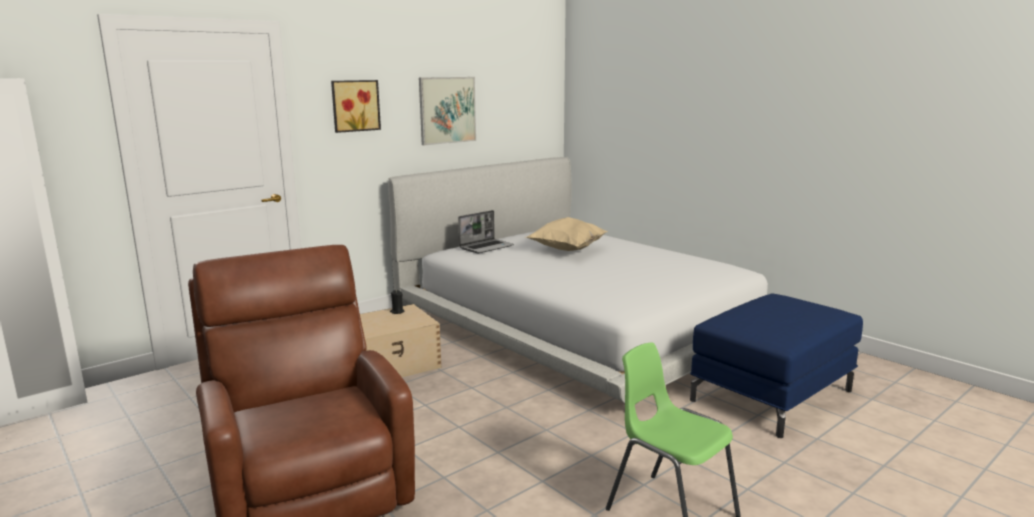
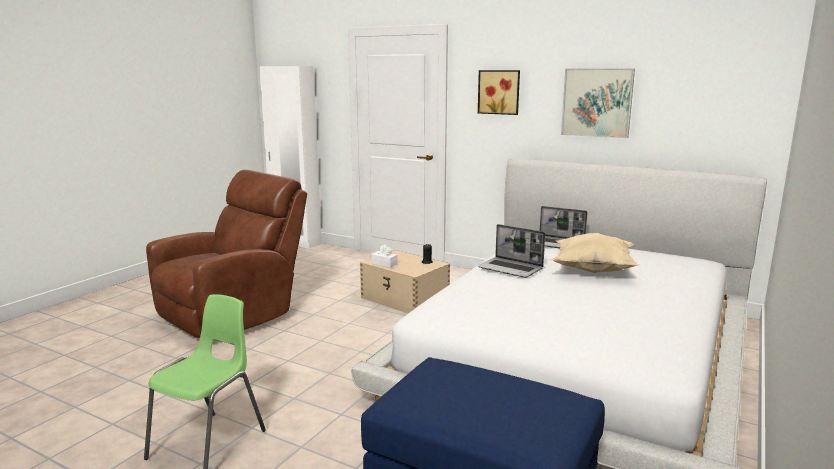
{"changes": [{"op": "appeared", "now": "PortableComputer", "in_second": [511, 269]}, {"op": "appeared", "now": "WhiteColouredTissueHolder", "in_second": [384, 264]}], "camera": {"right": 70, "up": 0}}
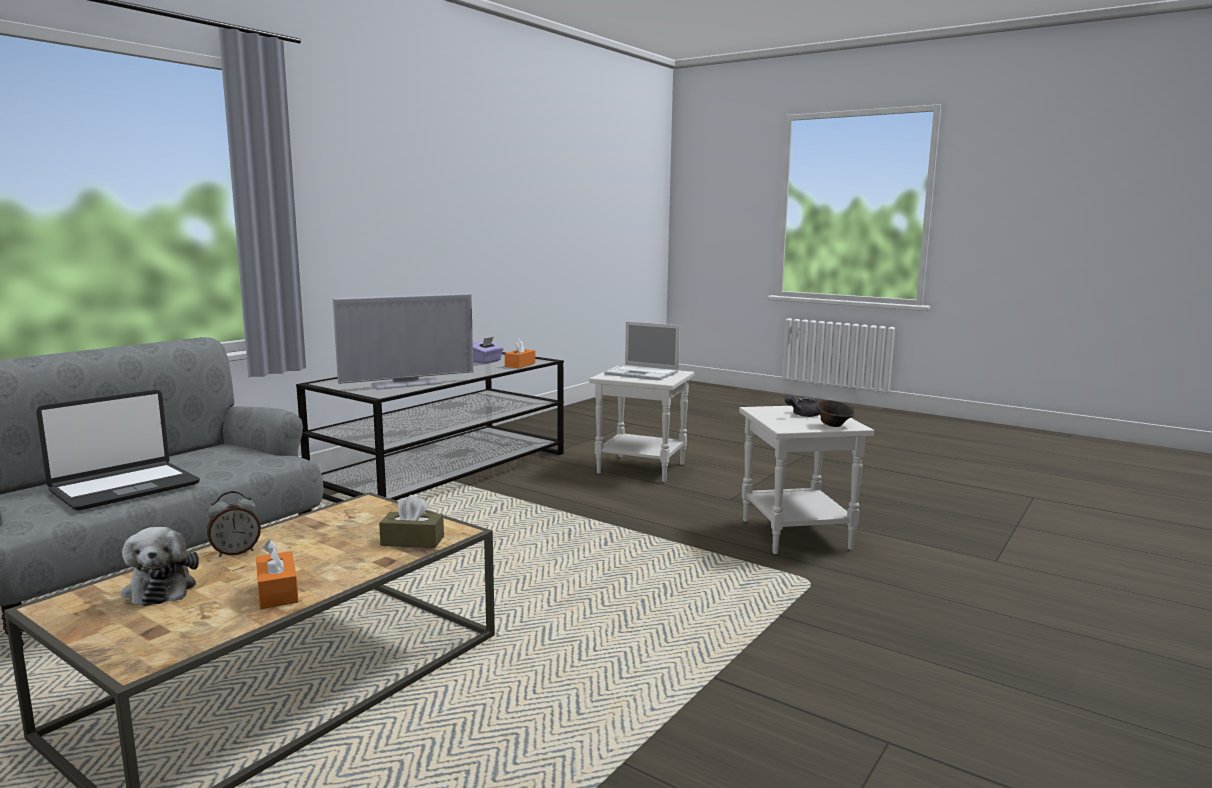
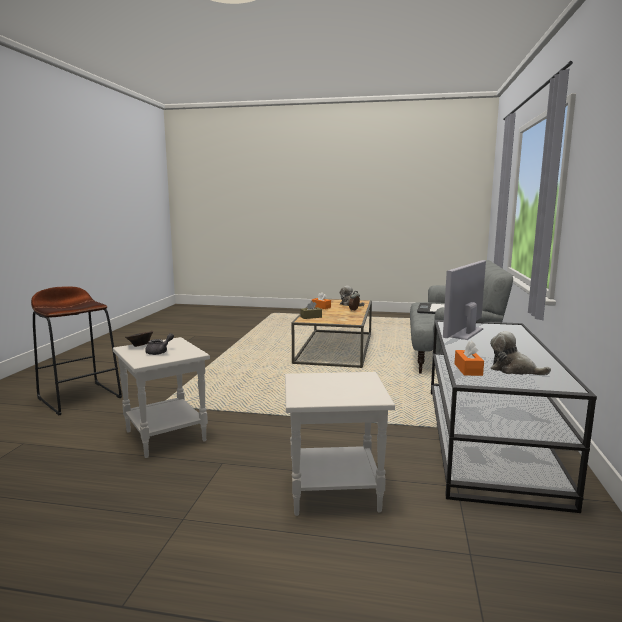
{"changes": [{"op": "missing", "was": "PortableComputer", "in_first": [643, 373]}, {"op": "exchanged", "was": "PurplishTissueHolder", "now": "PlushToy", "in_first": [487, 361], "in_second": [514, 370]}, {"op": "appeared", "now": "BrownColouredSittingStool", "in_second": [80, 398]}], "camera": {"right": 155, "up": 0}}
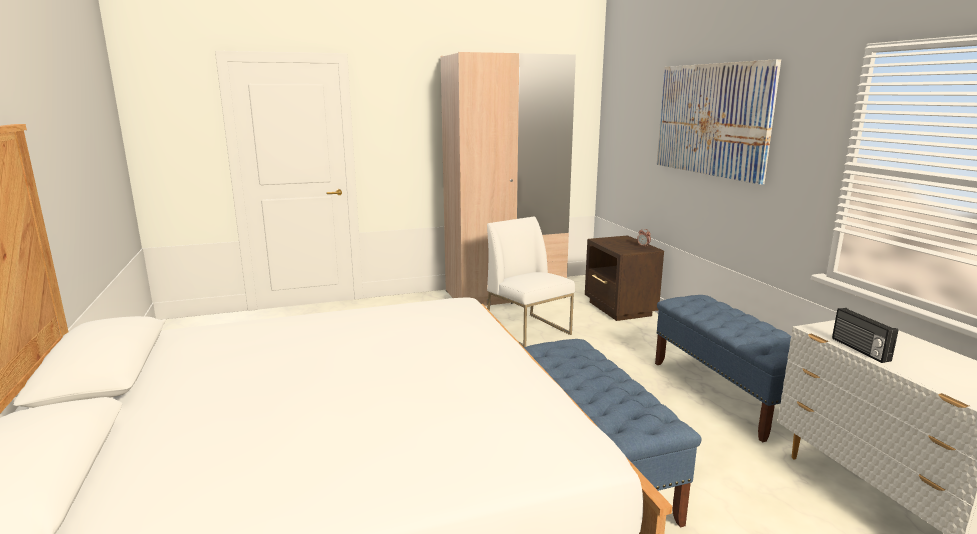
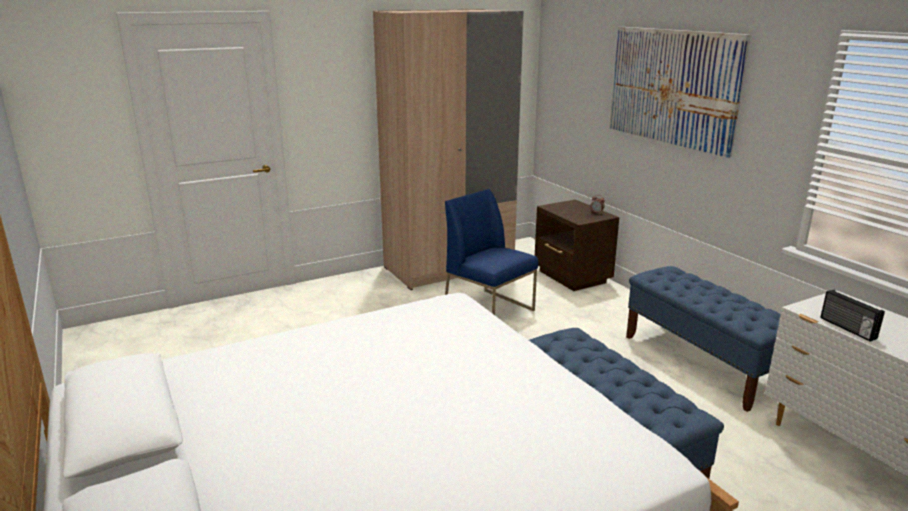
{"changes": [{"op": "colour", "was": "WhiteColouredPlainChair", "now": "BlueColouredPlainChair", "in_first": [529, 330], "in_second": [490, 309]}], "camera": {"right": -10, "up": 5}}
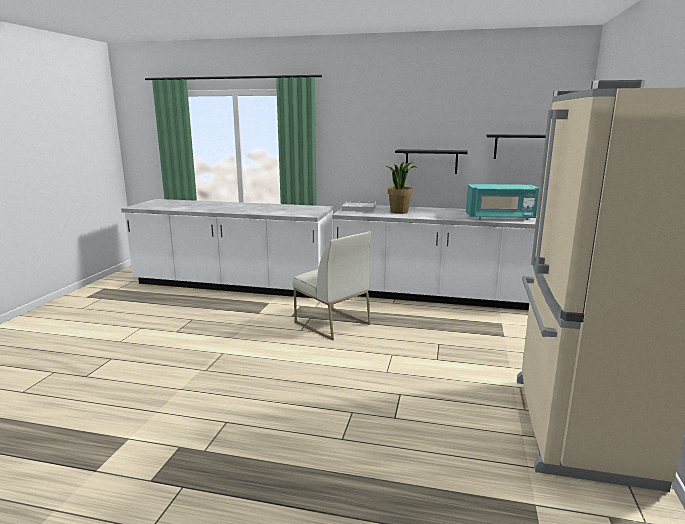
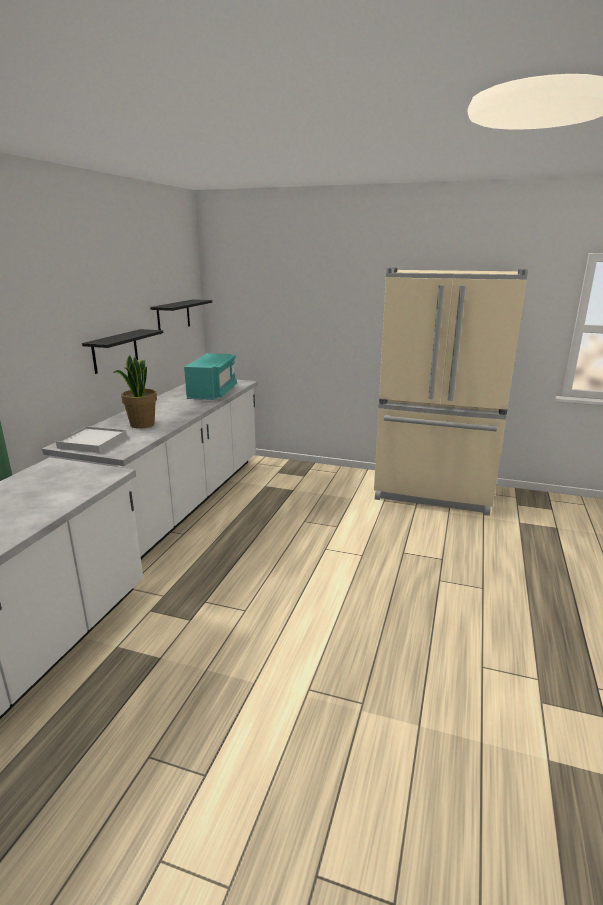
{"changes": [{"op": "missing", "was": "WhiteColouredPlainChair", "in_first": [331, 323]}], "camera": {"right": -85, "up": 5}}
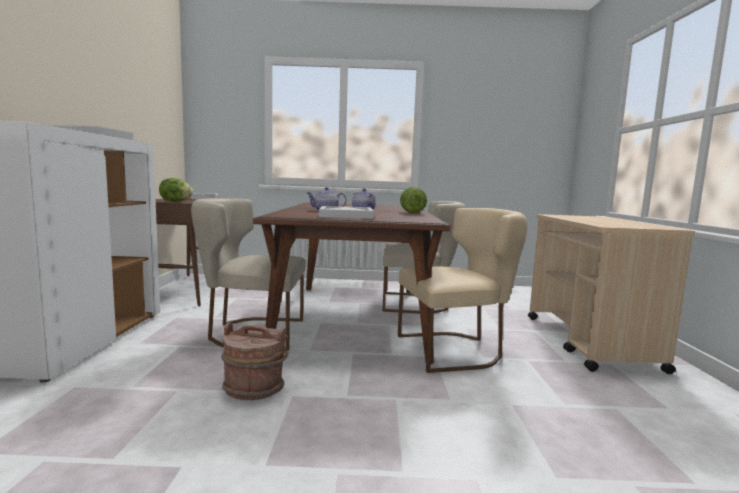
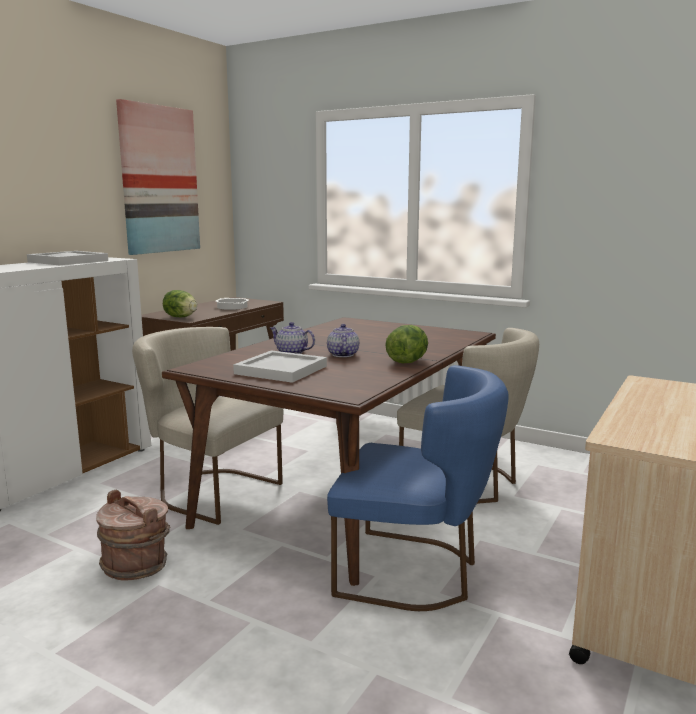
{"changes": [{"op": "colour", "was": "BeigeColouredPlainChair", "now": "BlueColouredPlainChair", "in_first": [456, 350], "in_second": [416, 572]}, {"op": "appeared", "now": "WallArt", "in_second": [159, 180]}], "camera": {"right": 30, "up": 5}}
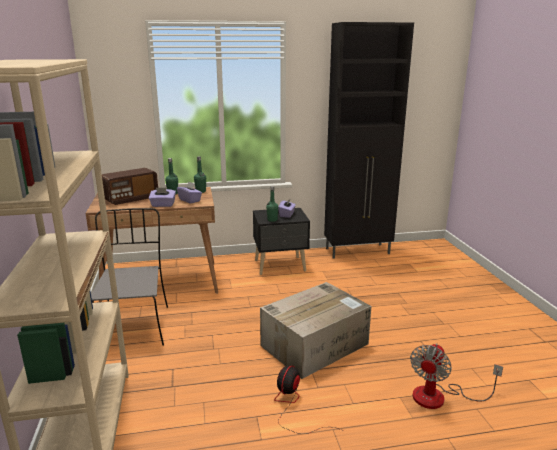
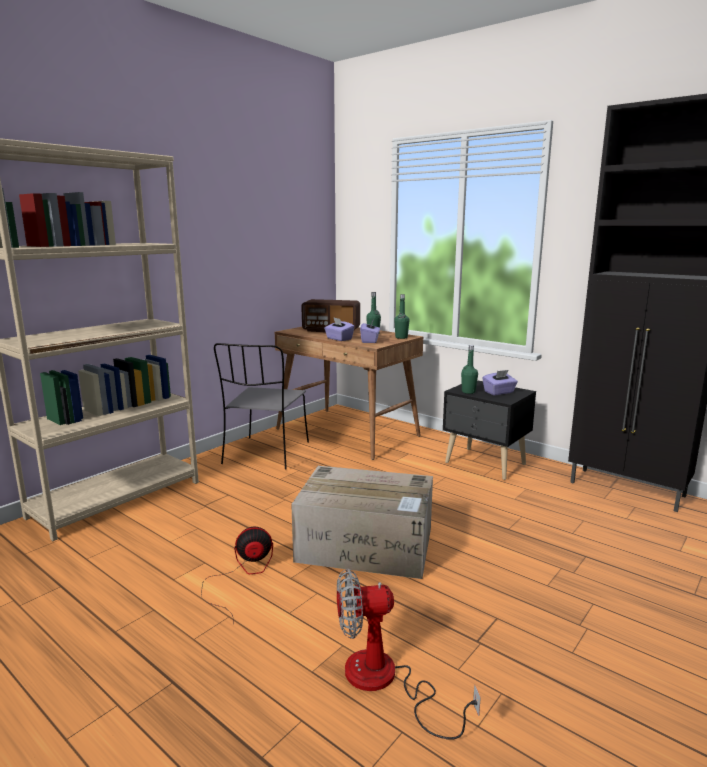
{"changes": [{"op": "spun", "was": "GreyPlainChair", "in_first": [134, 326], "in_second": [266, 454], "clockwise": 150}], "camera": {"right": 50, "up": -5}}
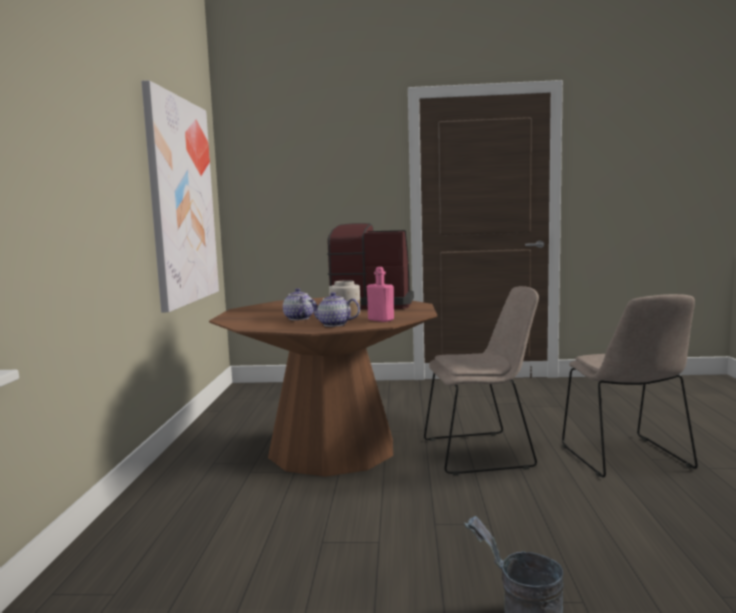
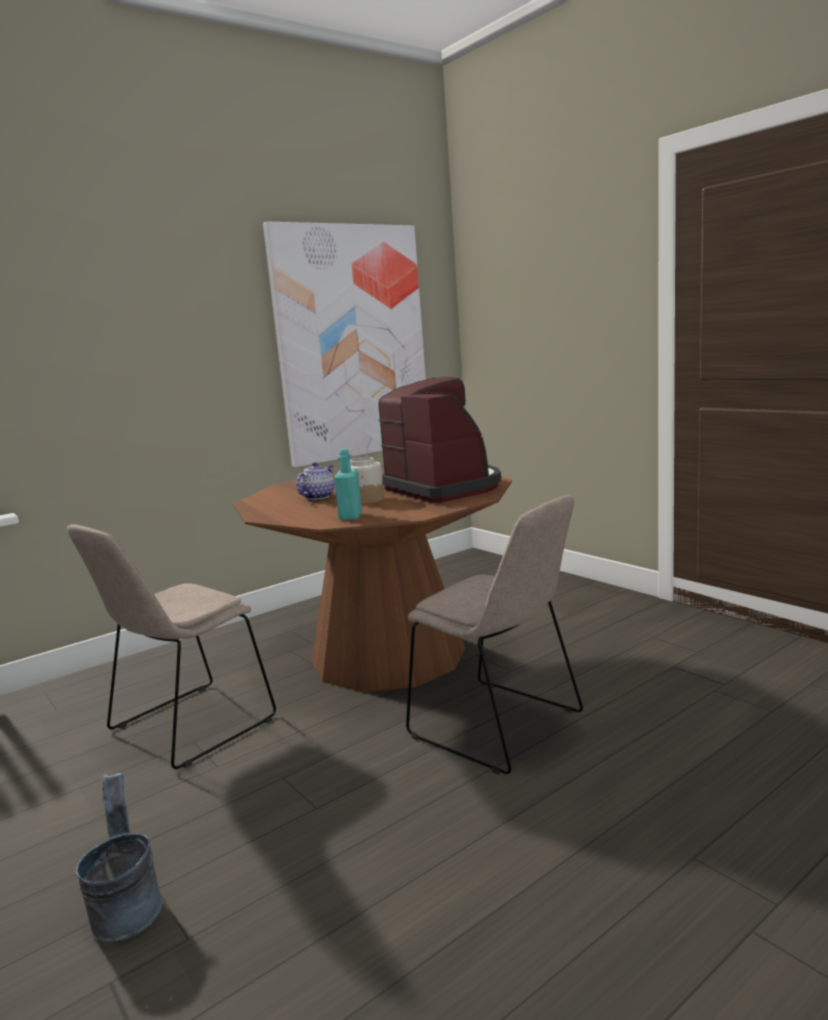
{"changes": [{"op": "colour", "was": "PinkBottle", "now": "TurquoiseColouredBottle", "in_first": [381, 320], "in_second": [350, 516]}, {"op": "missing", "was": "PotForTea", "in_first": [333, 324]}, {"op": "relocated", "was": "BeigeColouredPlainChair", "in_first": [627, 459], "in_second": [187, 727]}], "camera": {"right": 50, "up": 5}}
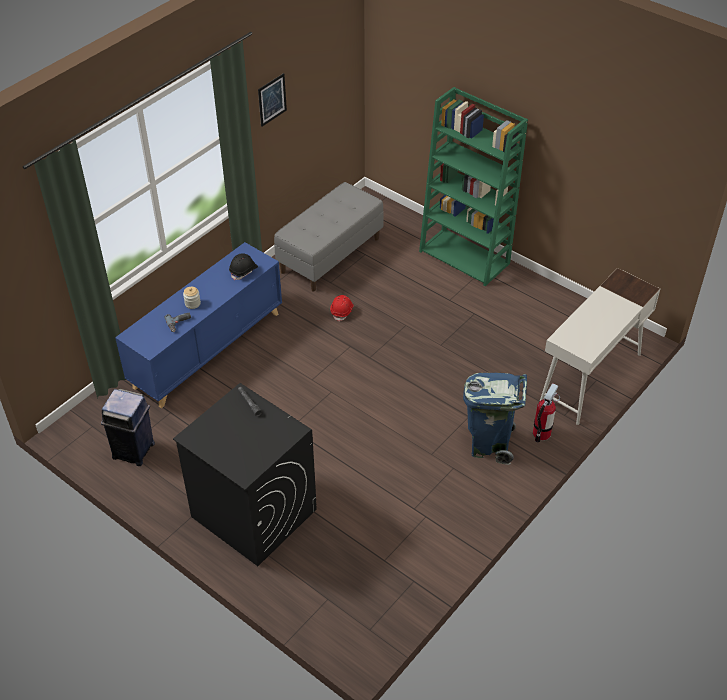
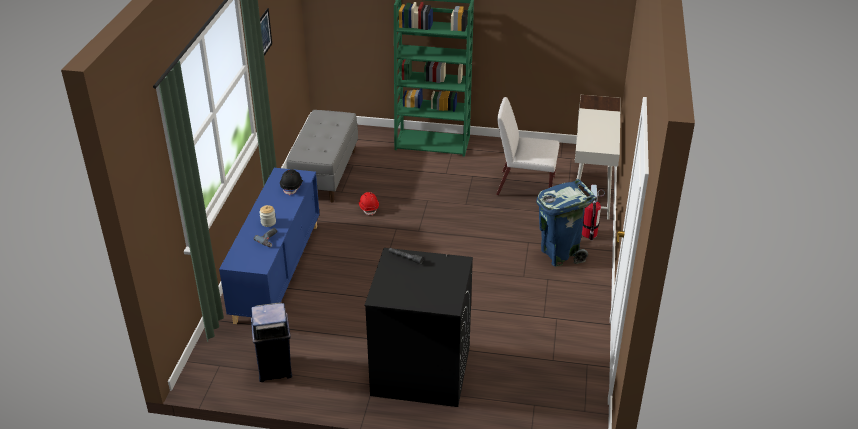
{"changes": [{"op": "appeared", "now": "WhiteColouredPlainChair", "in_second": [524, 186]}], "camera": {"right": -30, "up": -10}}
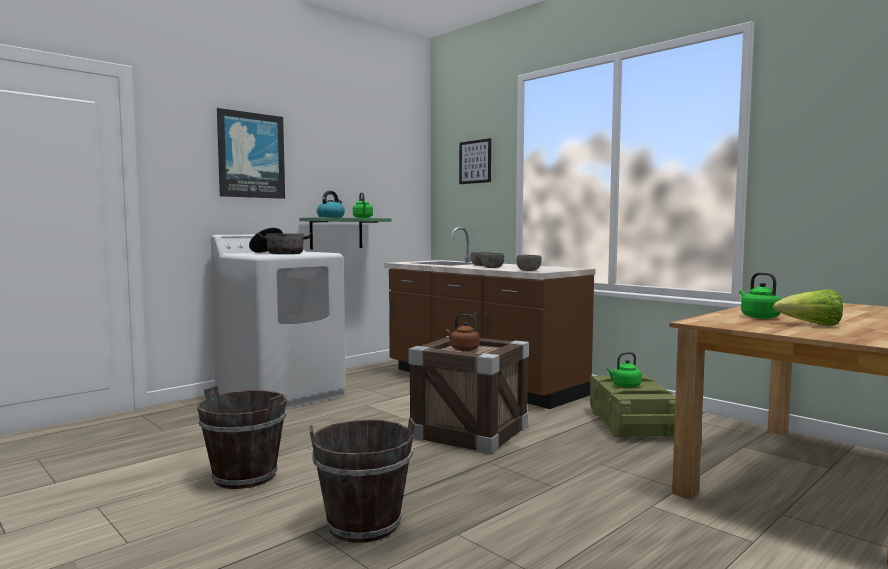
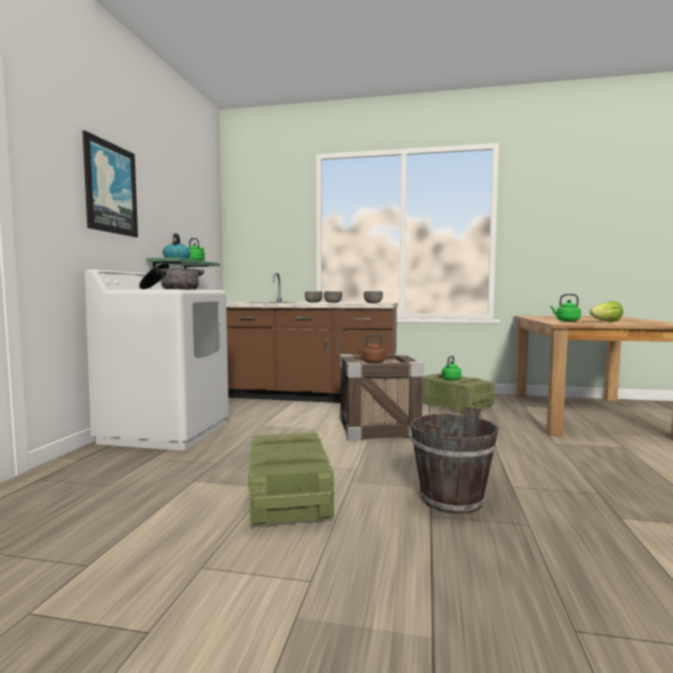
{"changes": [{"op": "missing", "was": "WallArt", "in_first": [475, 162]}, {"op": "exchanged", "was": "BrownColouredWaterBucket", "now": "PackingCrate", "in_first": [245, 476], "in_second": [287, 497]}], "camera": {"right": -35, "up": 0}}
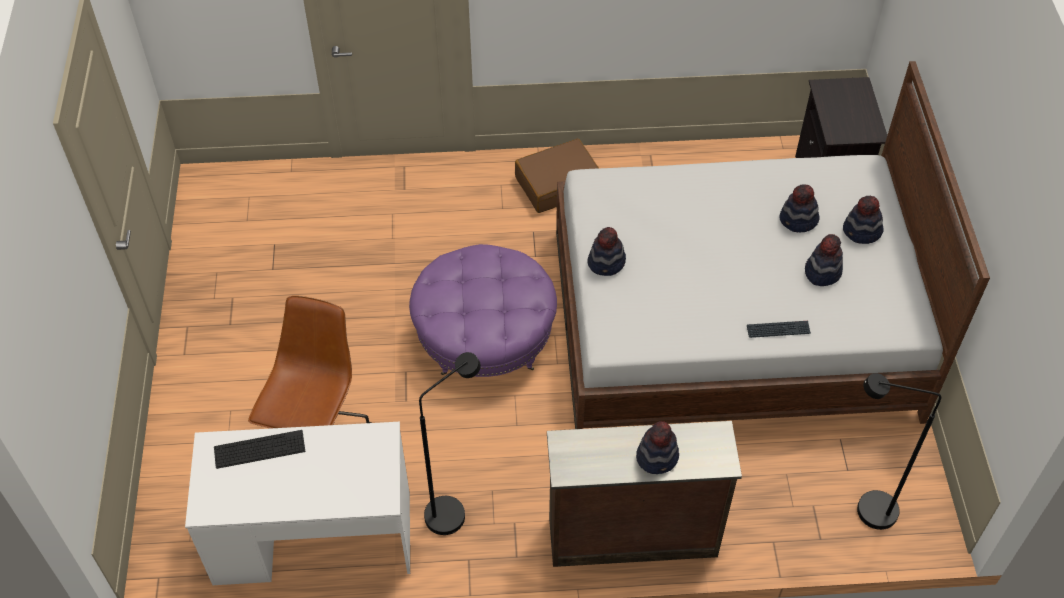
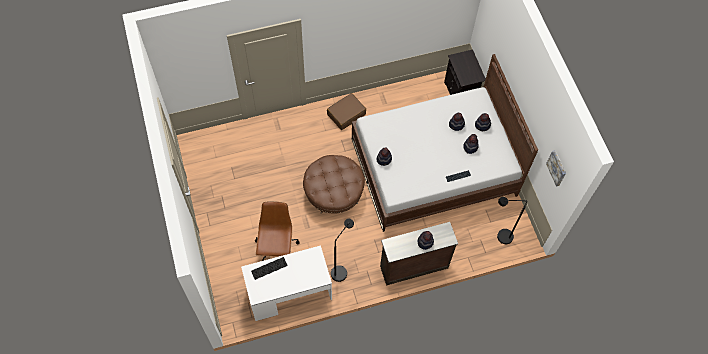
{"changes": [{"op": "colour", "was": "PurplishPouffe", "now": "BrownColouredPouffe", "in_first": [484, 336], "in_second": [333, 192]}, {"op": "appeared", "now": "WallArt", "in_second": [557, 168]}], "camera": {"right": -15, "up": 10}}
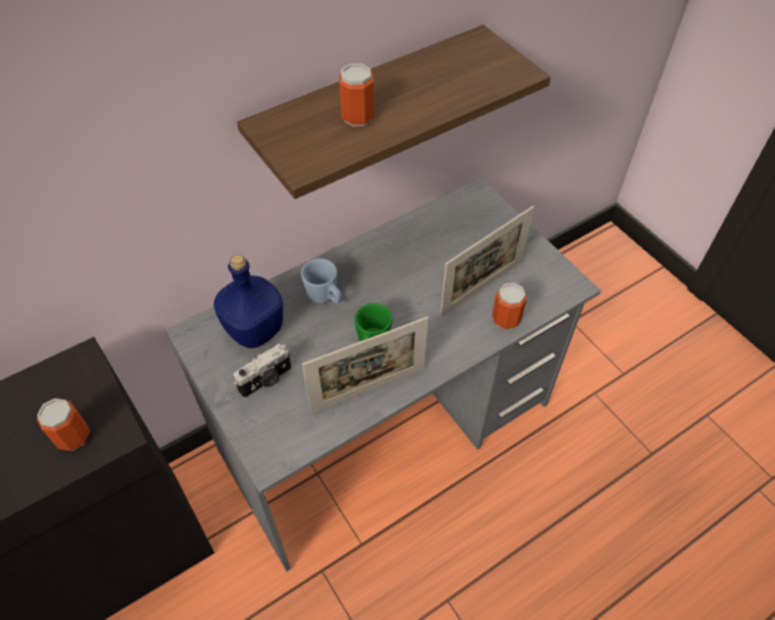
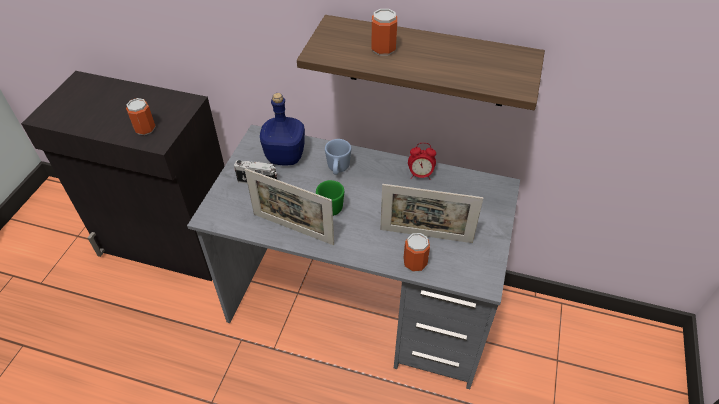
{"changes": [{"op": "appeared", "now": "TableClock", "in_second": [420, 175]}], "camera": {"right": 50, "up": -5}}
